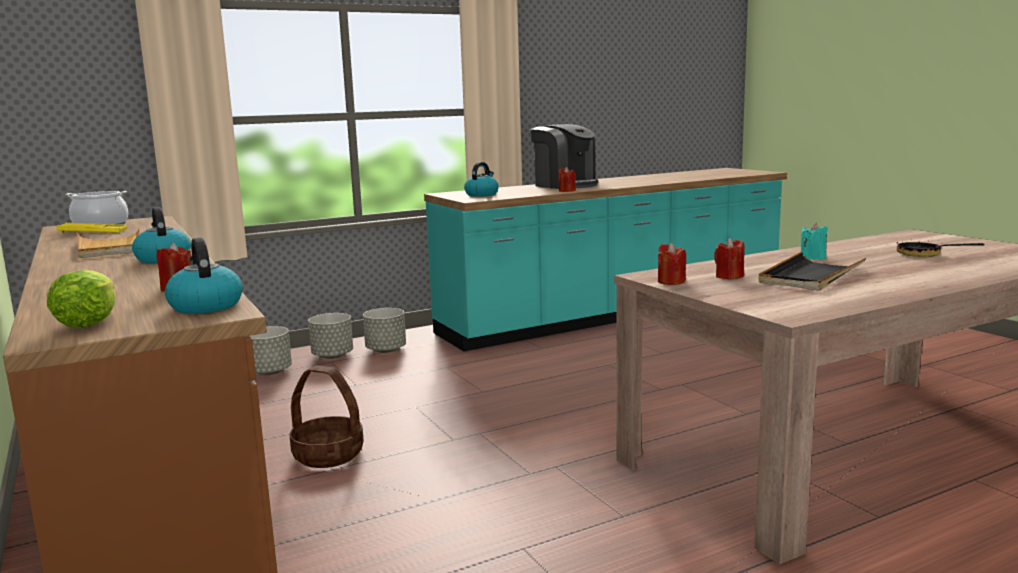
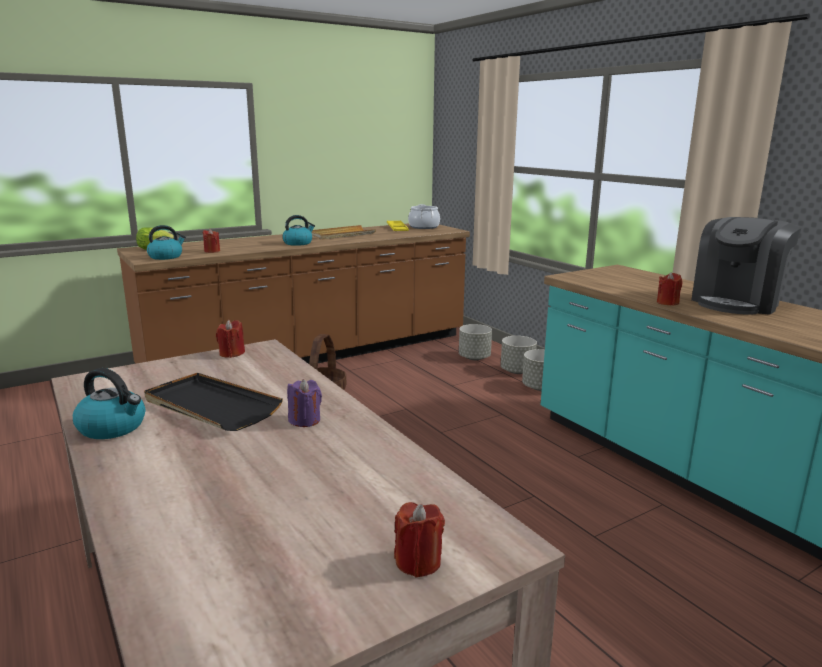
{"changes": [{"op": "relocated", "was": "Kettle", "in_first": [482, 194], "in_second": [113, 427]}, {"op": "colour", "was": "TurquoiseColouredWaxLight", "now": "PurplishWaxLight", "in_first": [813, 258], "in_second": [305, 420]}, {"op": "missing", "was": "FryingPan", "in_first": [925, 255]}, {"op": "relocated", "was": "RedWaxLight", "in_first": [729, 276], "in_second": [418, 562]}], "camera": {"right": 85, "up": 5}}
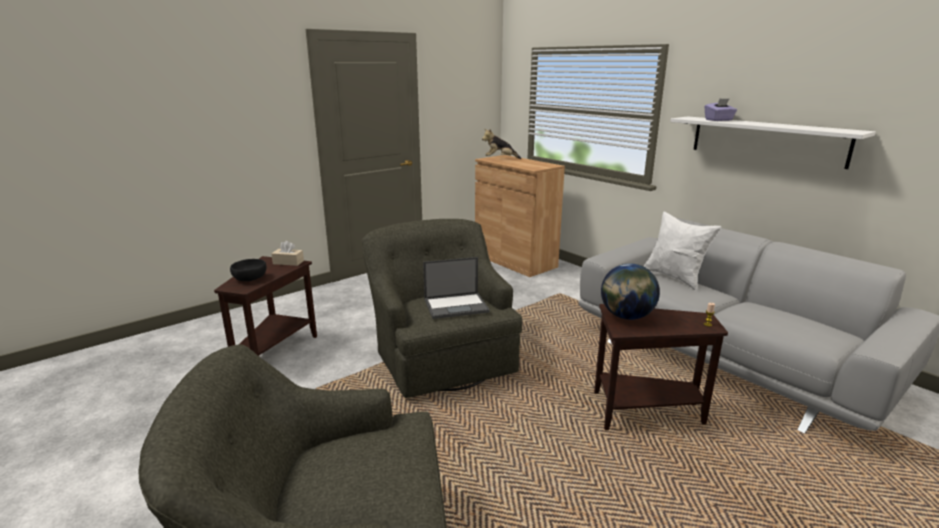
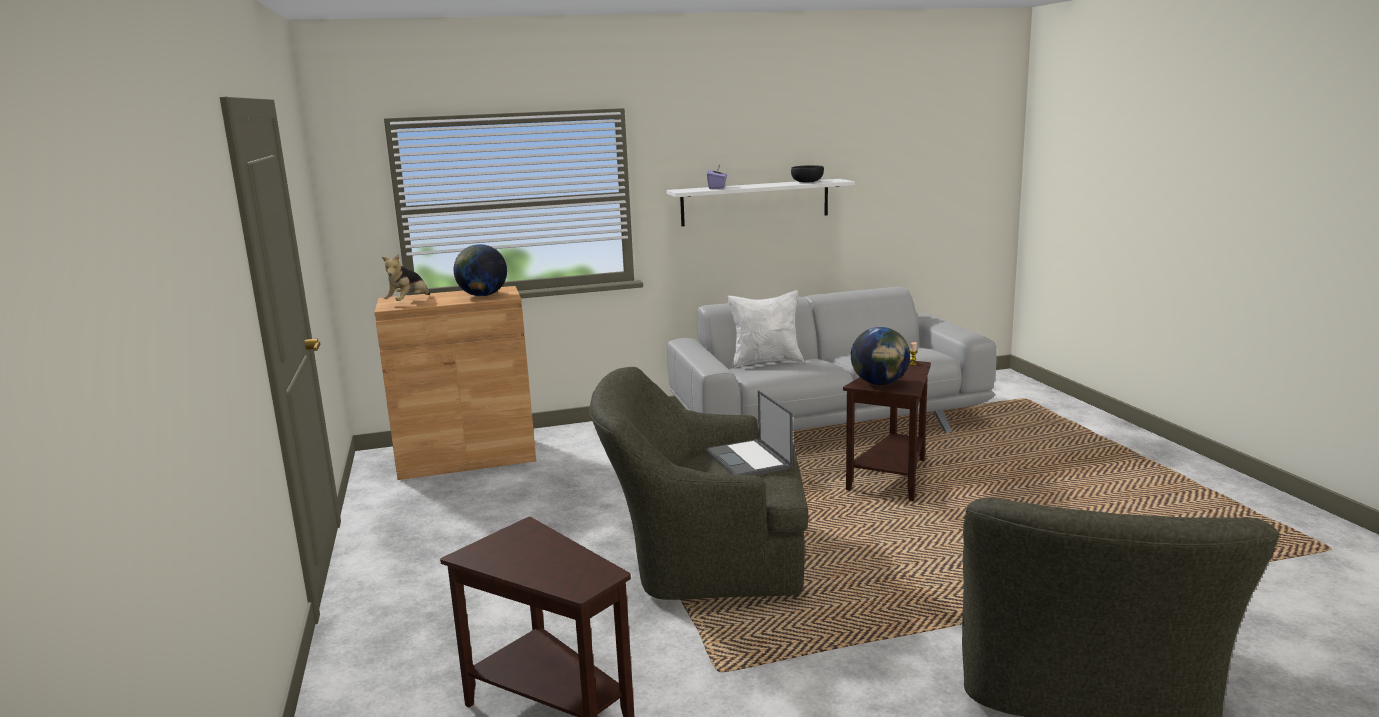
{"changes": [{"op": "missing", "was": "BeigeColouredTissueHolder", "in_first": [288, 262]}, {"op": "spun", "was": "PortableComputer", "in_first": [456, 305], "in_second": [749, 460], "clockwise": 150}, {"op": "relocated", "was": "BlackColouredDeepDish", "in_first": [250, 278], "in_second": [807, 182]}, {"op": "appeared", "now": "Globe", "in_second": [482, 295]}], "camera": {"right": -65, "up": -5}}
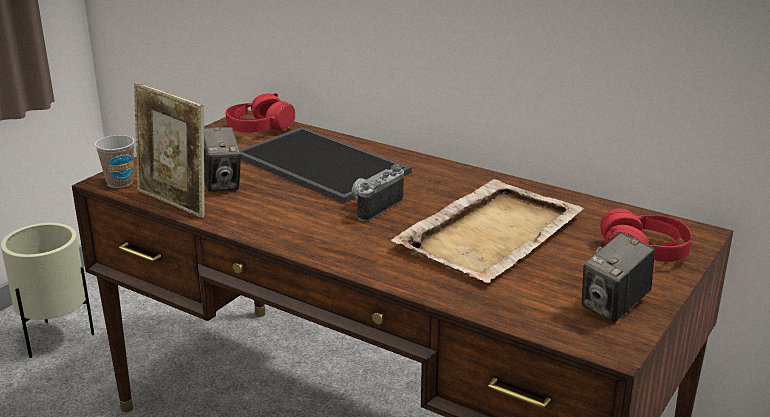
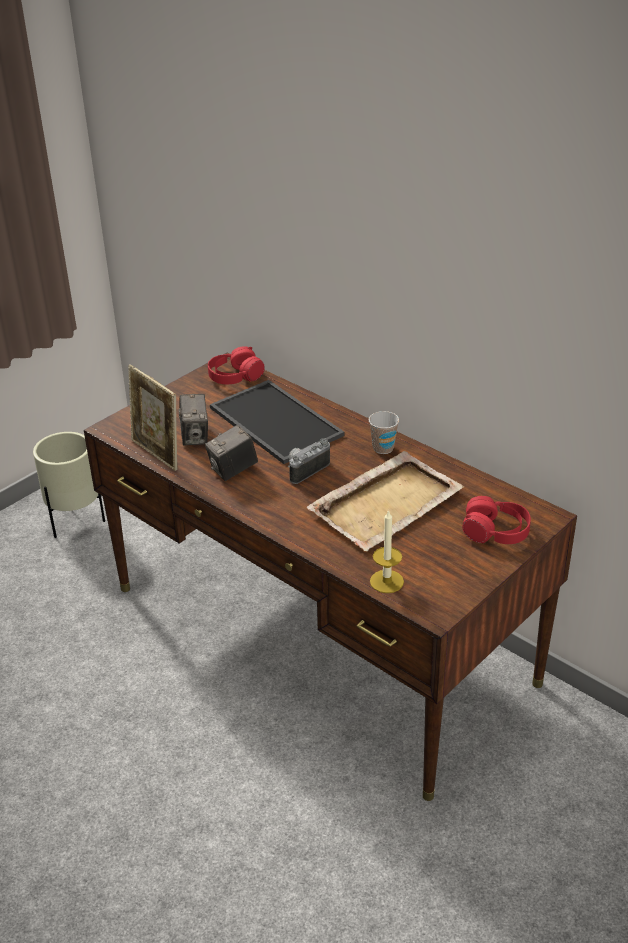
{"changes": [{"op": "relocated", "was": "DrinkingCup", "in_first": [120, 182], "in_second": [383, 448]}, {"op": "relocated", "was": "PhotoCamera", "in_first": [614, 307], "in_second": [233, 470]}, {"op": "appeared", "now": "WaxLight", "in_second": [386, 581]}], "camera": {"right": 10, "up": 10}}
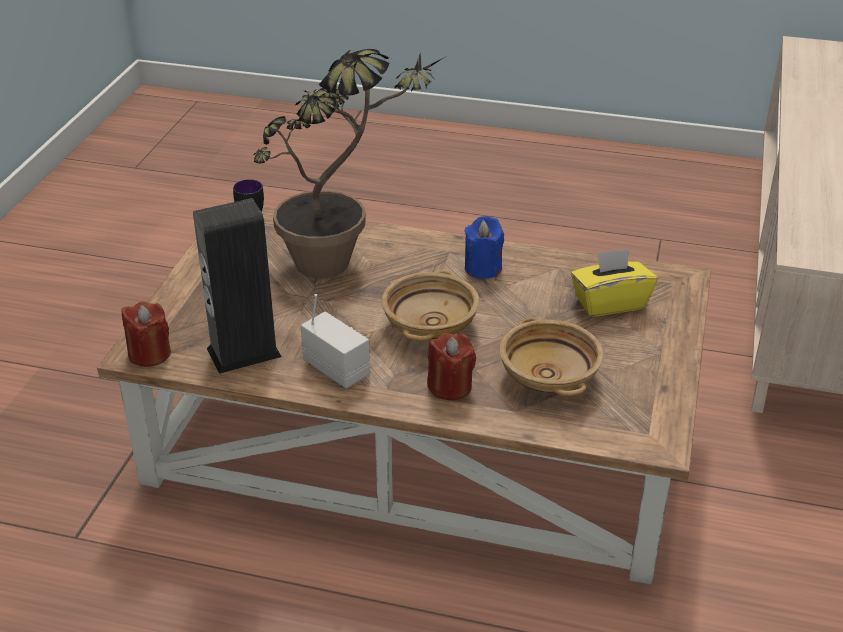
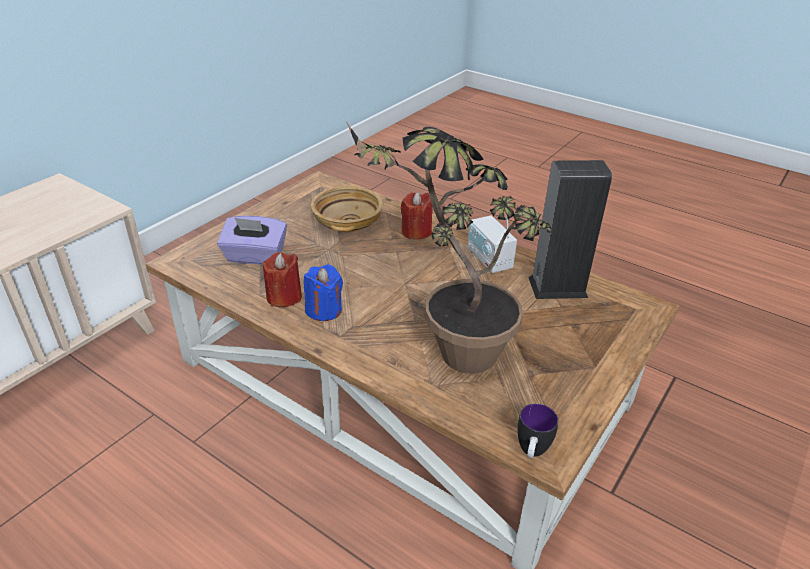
{"changes": [{"op": "colour", "was": "YellowishTissueHolder", "now": "PurplishTissueHolder", "in_first": [609, 303], "in_second": [255, 256]}, {"op": "missing", "was": "BeigeColouredDeepDish", "in_first": [430, 324]}, {"op": "relocated", "was": "RedWaxLight", "in_first": [149, 354], "in_second": [284, 297]}], "camera": {"right": -160, "up": 0}}
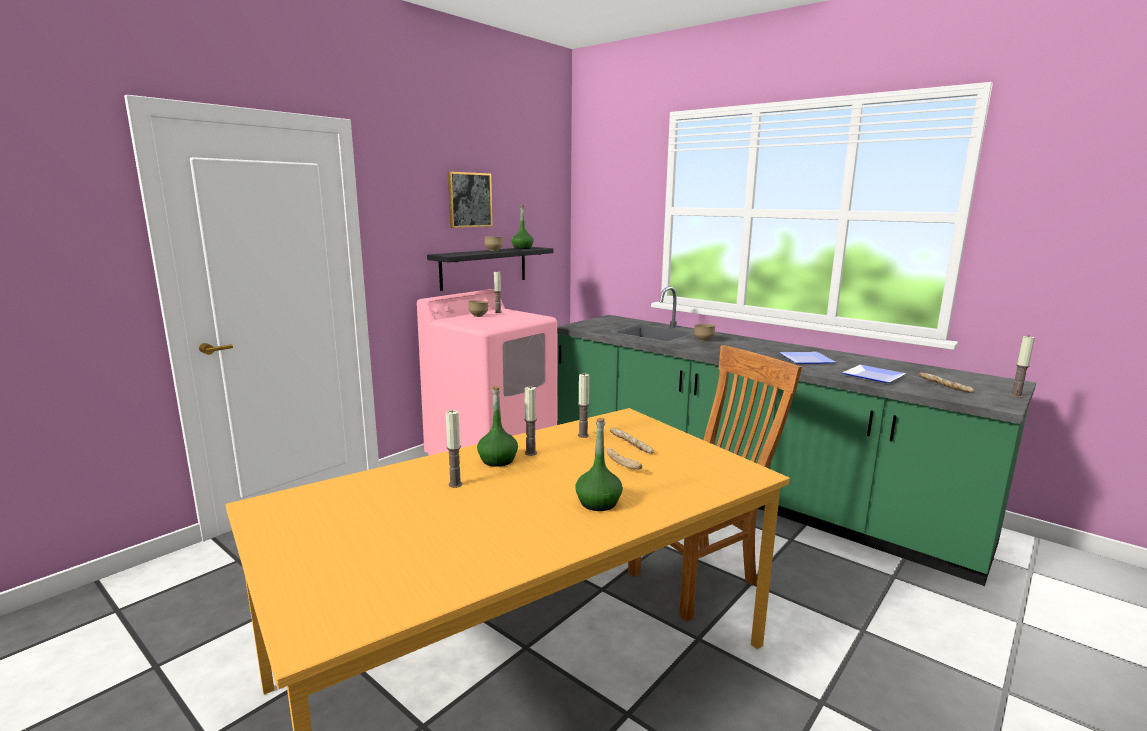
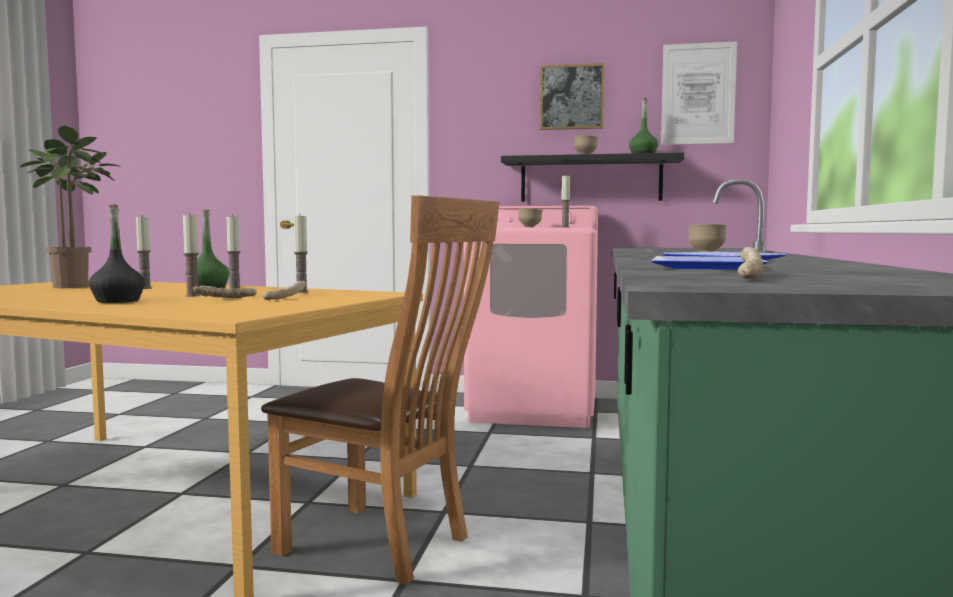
{"changes": [{"op": "relocated", "was": "WaxLight", "in_first": [1016, 396], "in_second": [192, 296]}, {"op": "colour", "was": "GreenishBottle", "now": "BlackColouredBottle", "in_first": [598, 503], "in_second": [117, 301]}, {"op": "appeared", "now": "WallArt", "in_second": [698, 94]}, {"op": "appeared", "now": "Houseplant", "in_second": [77, 287]}], "camera": {"right": 60, "up": -10}}
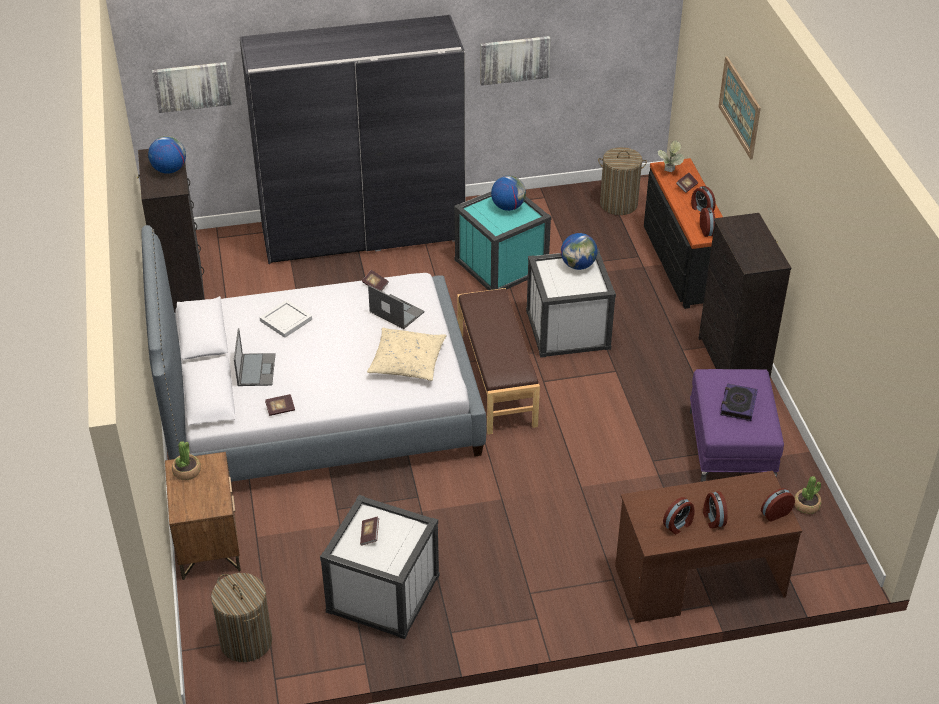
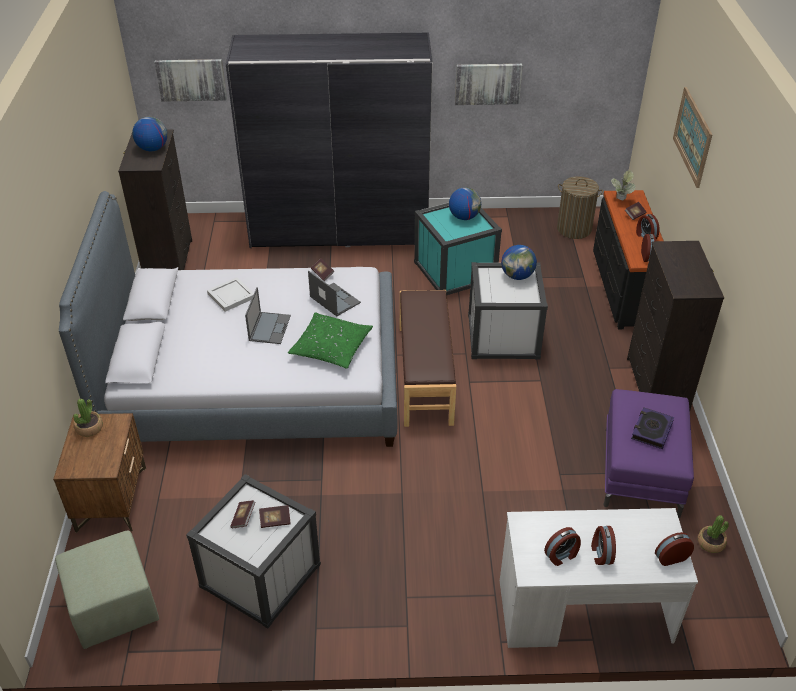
{"changes": [{"op": "relocated", "was": "PortableComputer", "in_first": [256, 369], "in_second": [269, 327]}, {"op": "colour", "was": "BeigeColouredThrowPillow", "now": "GreenishThrowPillow", "in_first": [407, 361], "in_second": [331, 347]}, {"op": "relocated", "was": "BoundBook", "in_first": [280, 409], "in_second": [275, 520]}, {"op": "colour", "was": "BrownColouredDeskUnit", "now": "WhiteColouredDeskUnit", "in_first": [699, 581], "in_second": [583, 611]}, {"op": "exchanged", "was": "Hamper", "now": "GreenishPouffe", "in_first": [246, 641], "in_second": [113, 606]}], "camera": {"right": 10, "up": 0}}
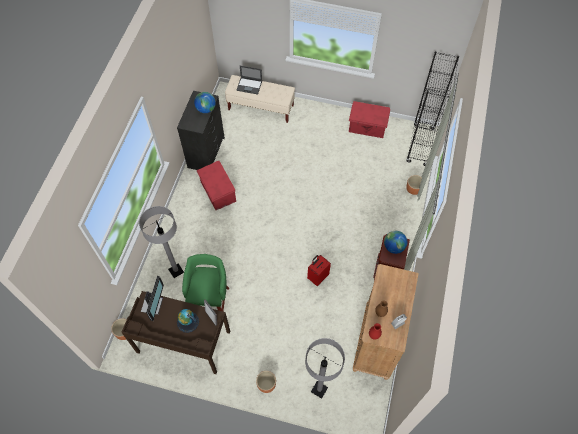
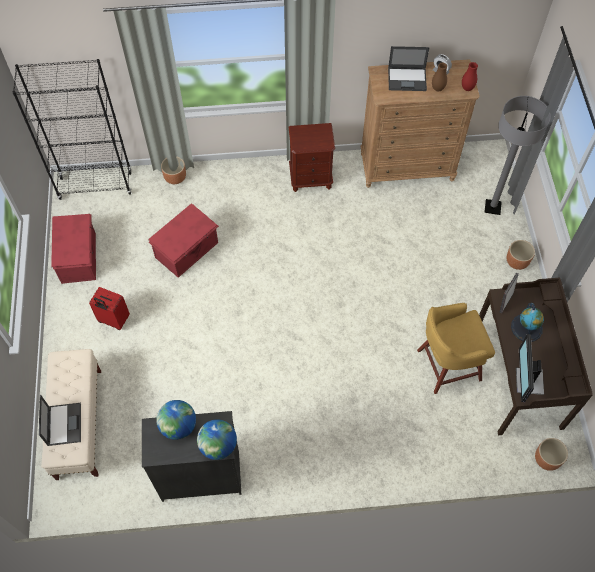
{"changes": [{"op": "relocated", "was": "RedStorageBin", "in_first": [218, 192], "in_second": [187, 250]}, {"op": "missing", "was": "GreyStandingLamp", "in_first": [176, 271]}, {"op": "relocated", "was": "Globe", "in_first": [393, 247], "in_second": [218, 446]}, {"op": "colour", "was": "GreenishSittingStool", "now": "YellowishSittingStool", "in_first": [210, 301], "in_second": [446, 365]}, {"op": "relocated", "was": "RedPieceOfLuggage", "in_first": [317, 277], "in_second": [113, 320]}, {"op": "spun", "was": "ComputerDisplay", "in_first": [153, 304], "in_second": [527, 381], "clockwise": -75}, {"op": "appeared", "now": "PortableComputer", "in_second": [407, 79]}], "camera": {"right": -110, "up": 0}}
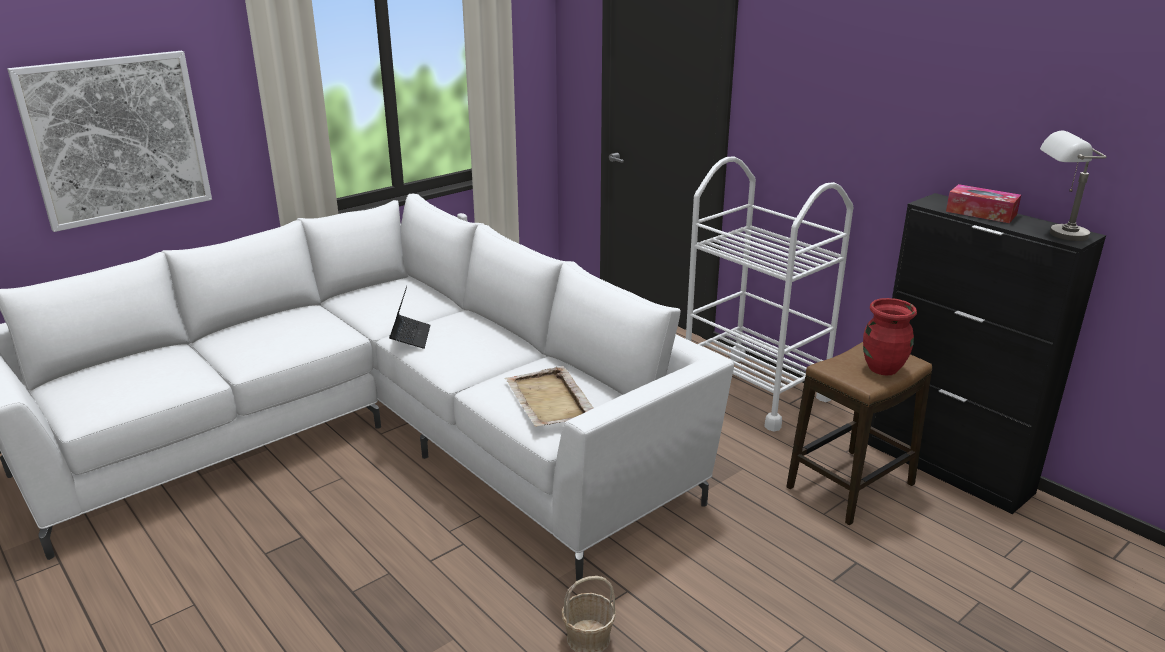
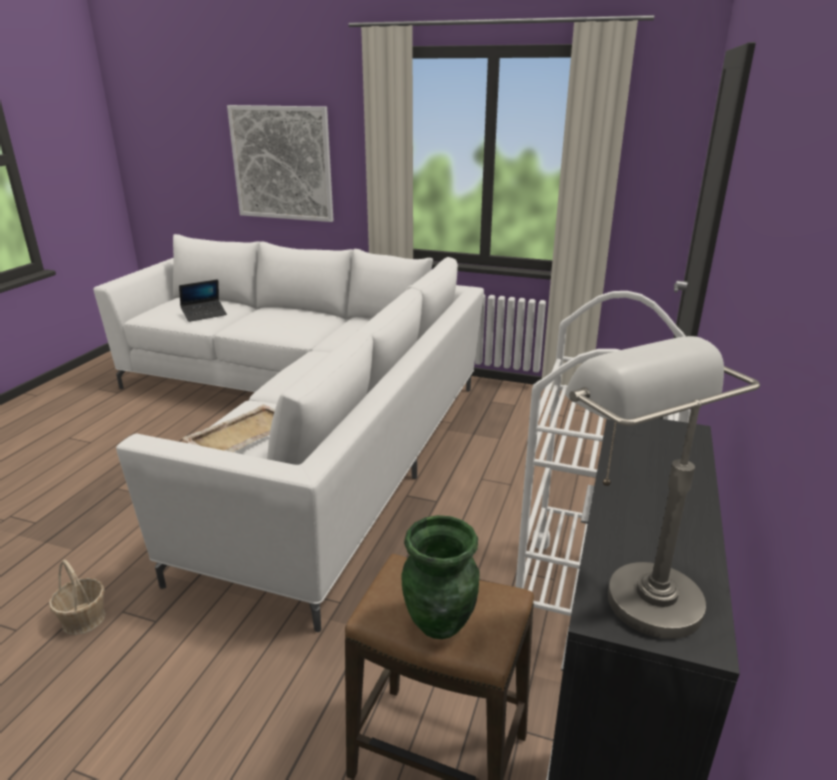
{"changes": [{"op": "missing", "was": "TissueHolder", "in_first": [981, 213]}, {"op": "relocated", "was": "PortableComputer", "in_first": [410, 337], "in_second": [204, 315]}, {"op": "colour", "was": "RedVase", "now": "GreenishVase", "in_first": [883, 368], "in_second": [440, 622]}], "camera": {"right": 60, "up": 0}}
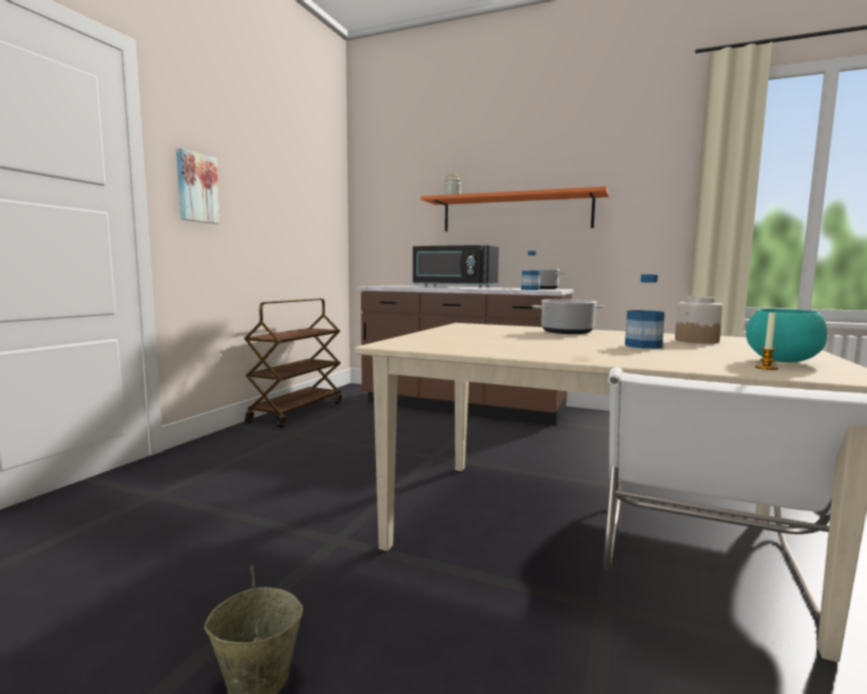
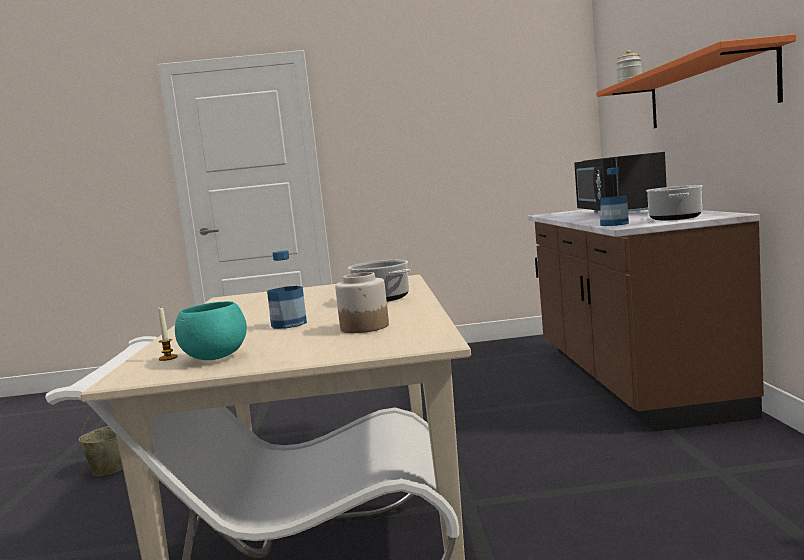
{"changes": [{"op": "missing", "was": "WallArt", "in_first": [196, 188]}, {"op": "missing", "was": "BrownColouredCart", "in_first": [297, 412]}], "camera": {"right": 65, "up": 0}}
